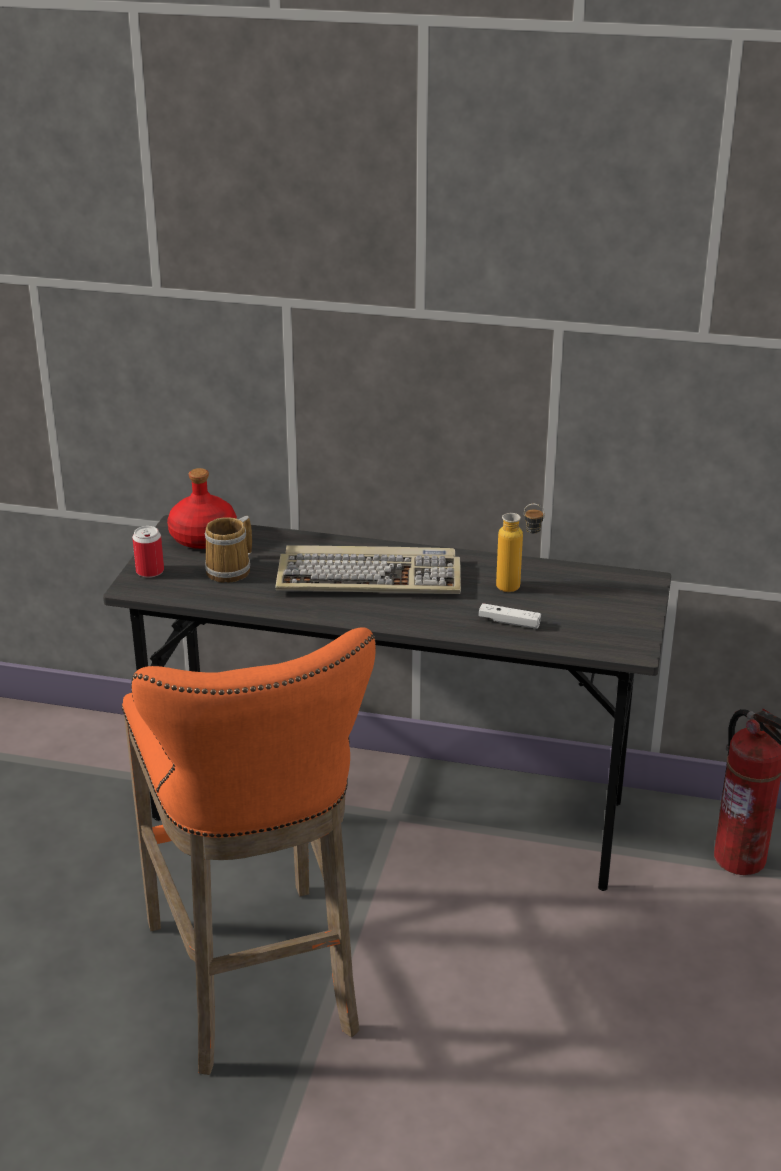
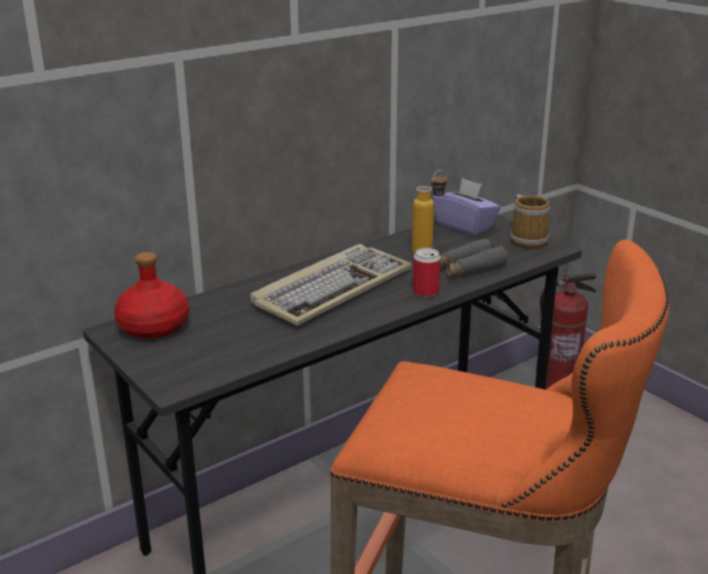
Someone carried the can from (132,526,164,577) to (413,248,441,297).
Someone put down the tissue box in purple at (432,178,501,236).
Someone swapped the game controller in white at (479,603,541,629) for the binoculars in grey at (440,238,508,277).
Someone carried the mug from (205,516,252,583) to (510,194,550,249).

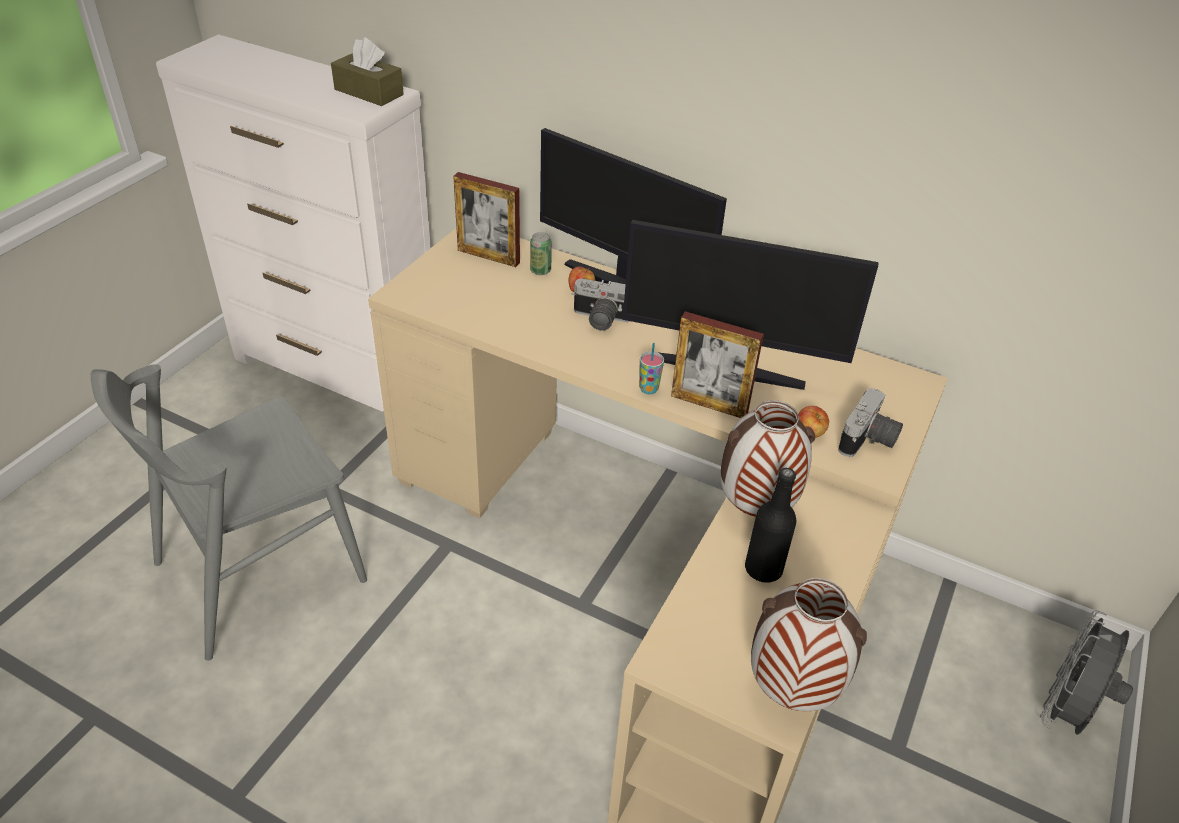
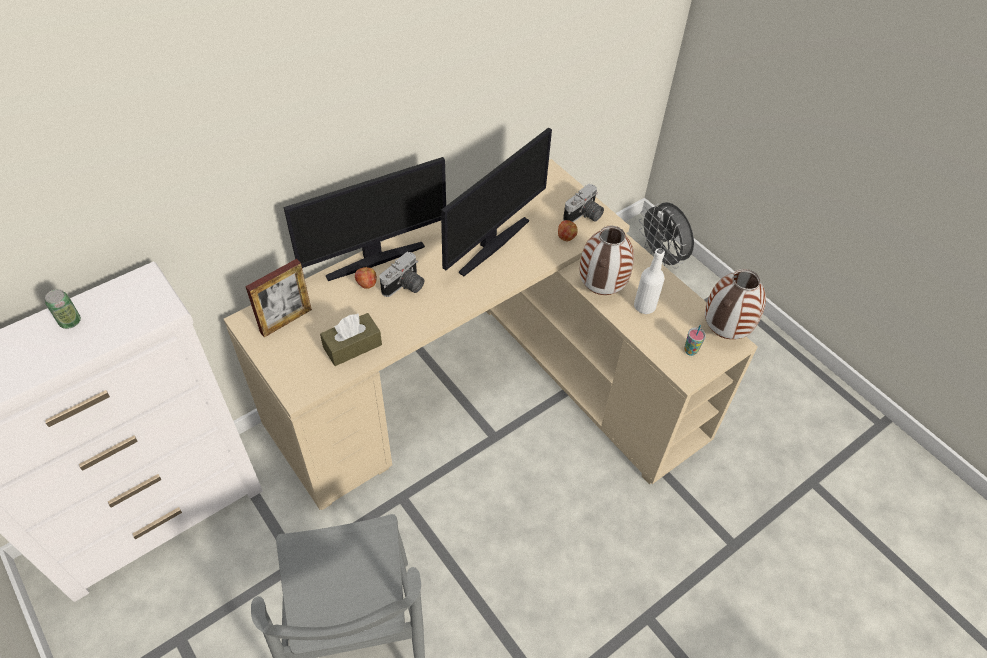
Someone carried the can from (530,232,552,275) to (45,289,81,329).
Someone carried the tissue box in brown from (331,37,404,106) to (320,313,382,366).
Someone rotated the photo camera at (838,388,903,457) by 75 degrees clockwise.
Someone repainted the bottle in black at (745,468,796,583), which became the bottle in white at (634,248,665,314).
Someone carried the cup from (639,343,664,394) to (684,325,706,356).
Someone took away the picture frame at (671,311,764,418).

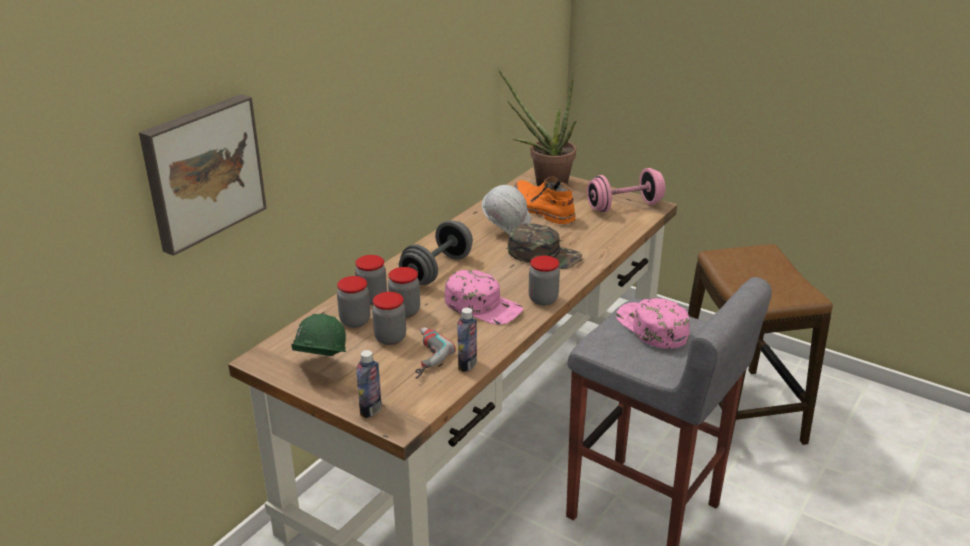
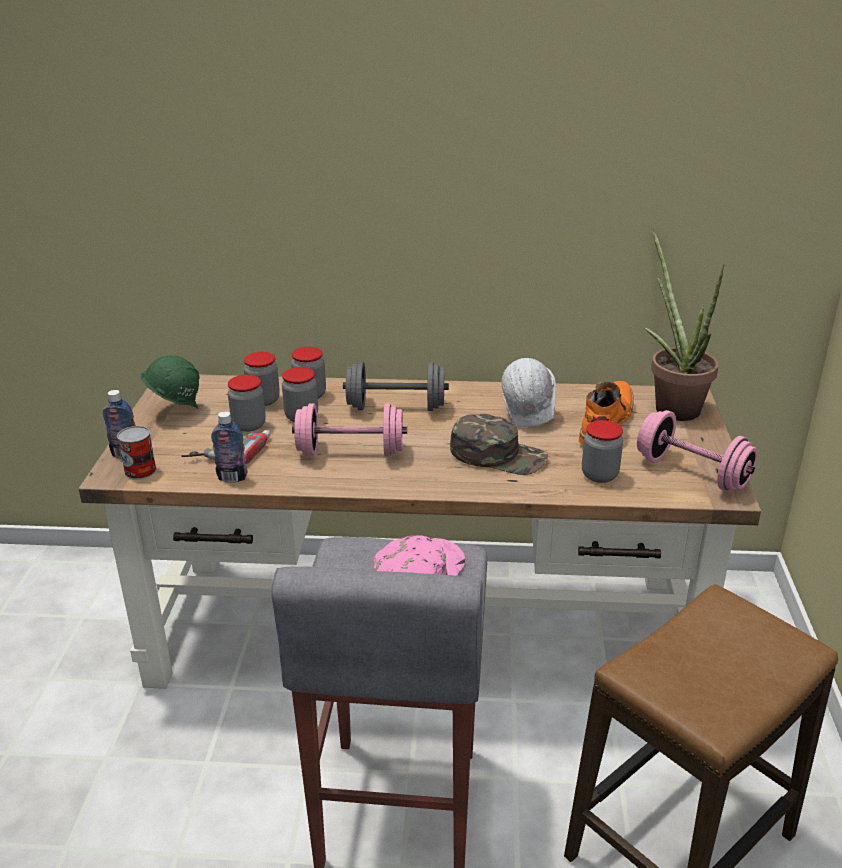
Someone put down the can at (117,426,156,480).
Someone swapped the cap in pink at (445,270,523,325) for the dumbbell in pink at (292,403,407,457).
Someone rotated the cap in green at (508,224,582,269) by 60 degrees counterclockwise.
Someone carried the jar from (529,255,560,305) to (582,420,623,483).
Someone took away the picture at (139,94,267,256).

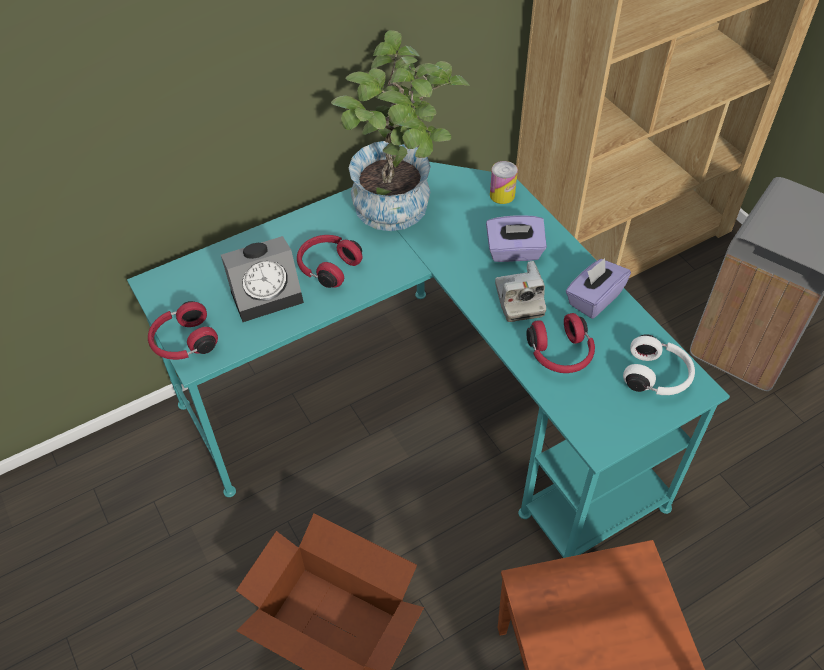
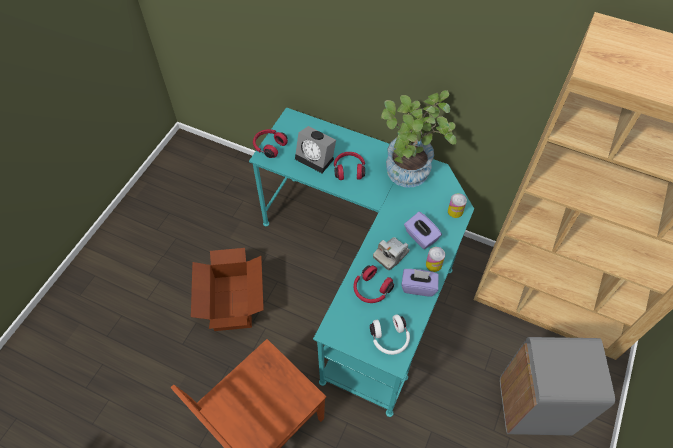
Someone put down the can at (426,247,445,272).

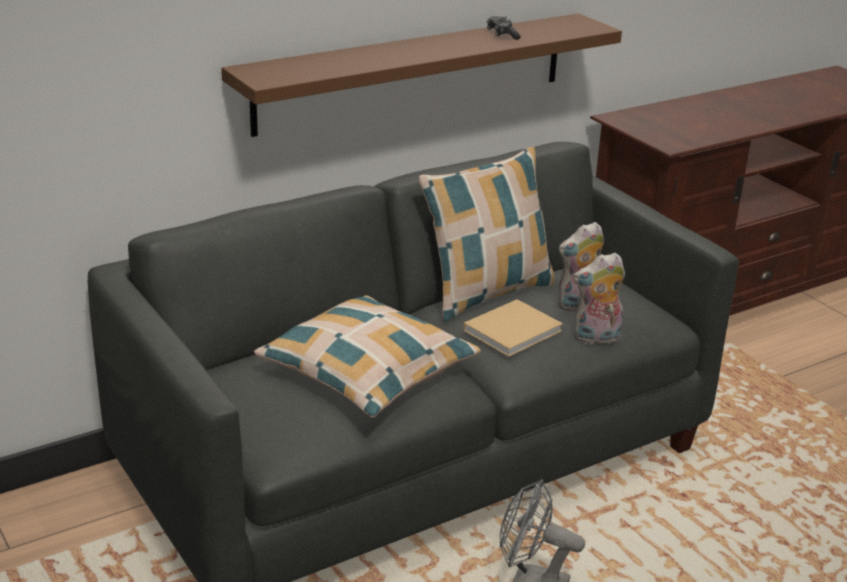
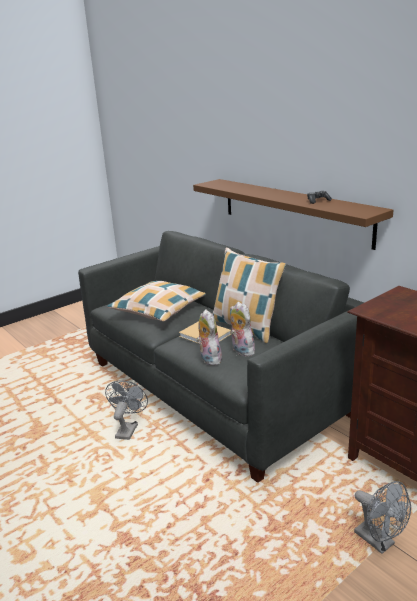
Someone put down the fan in grey at (354,481,411,554).

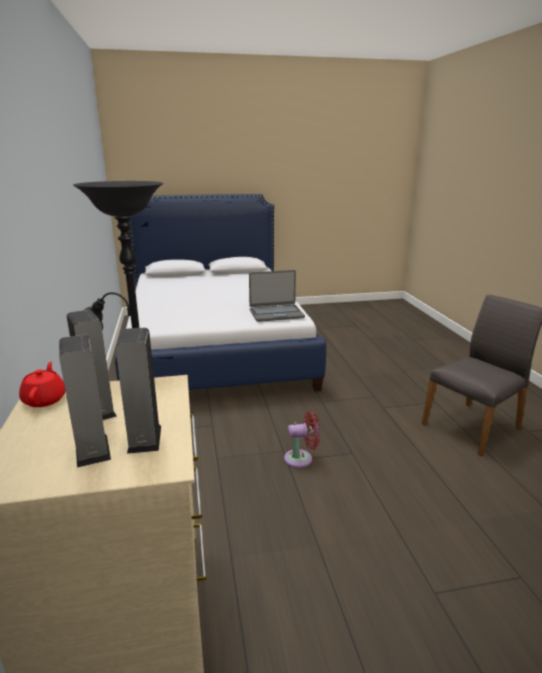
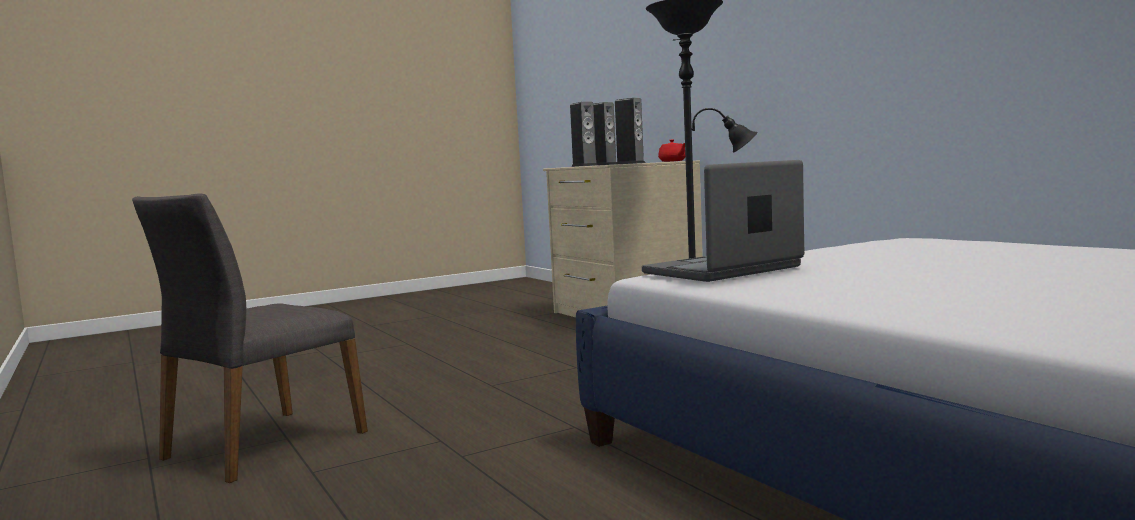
Someone took away the fan in red at (284,411,320,468).

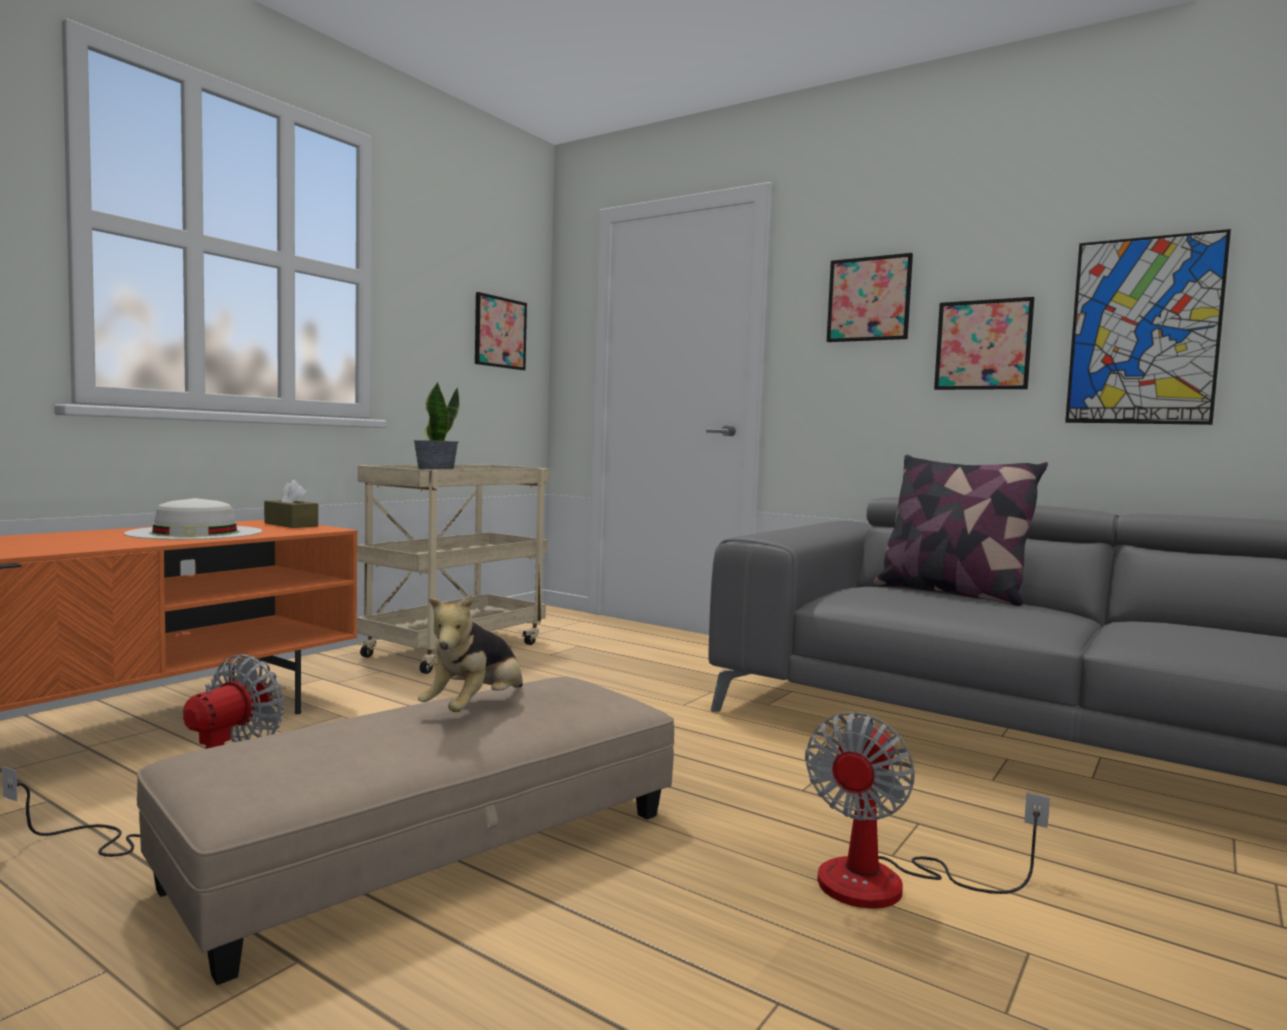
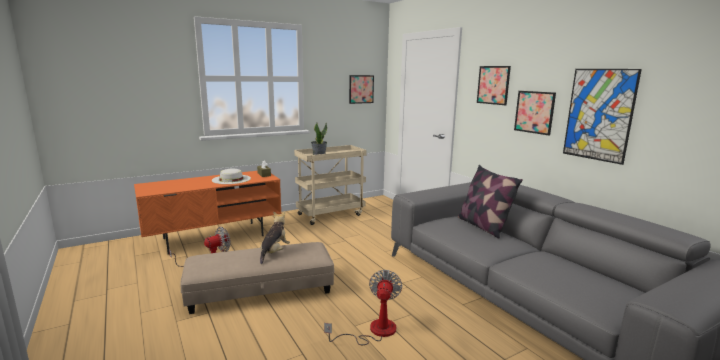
Someone rotated the plush toy at (418,594,523,712) by 150 degrees clockwise.
Someone rotated the fan at (805,712,1050,909) by 135 degrees clockwise.

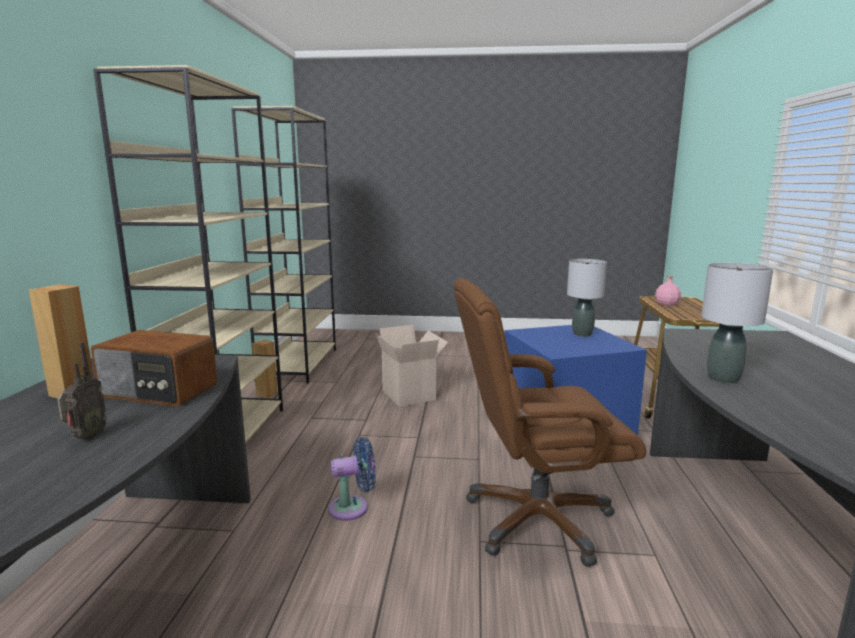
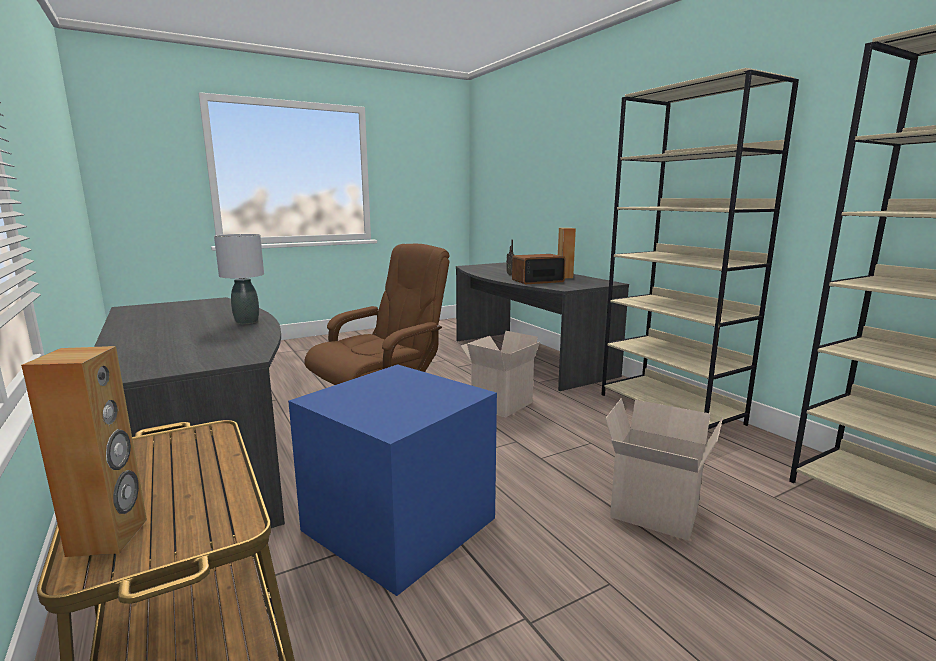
Someone carried the speaker in brown from (252,340,278,398) to (21,346,147,557).
Someone swapped the fan in blue at (328,437,376,521) for the cardboard box at (461,331,540,418).
Someone took away the table lamp in grey at (567,259,607,337).
Someone took away the bottle in pink at (655,275,681,306).

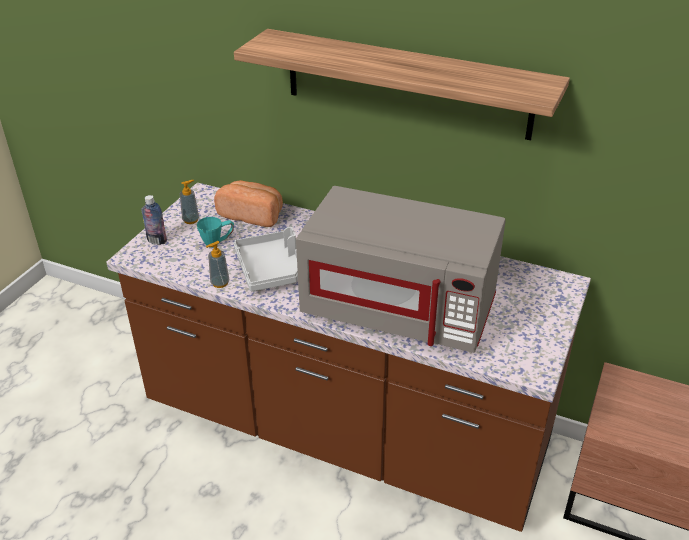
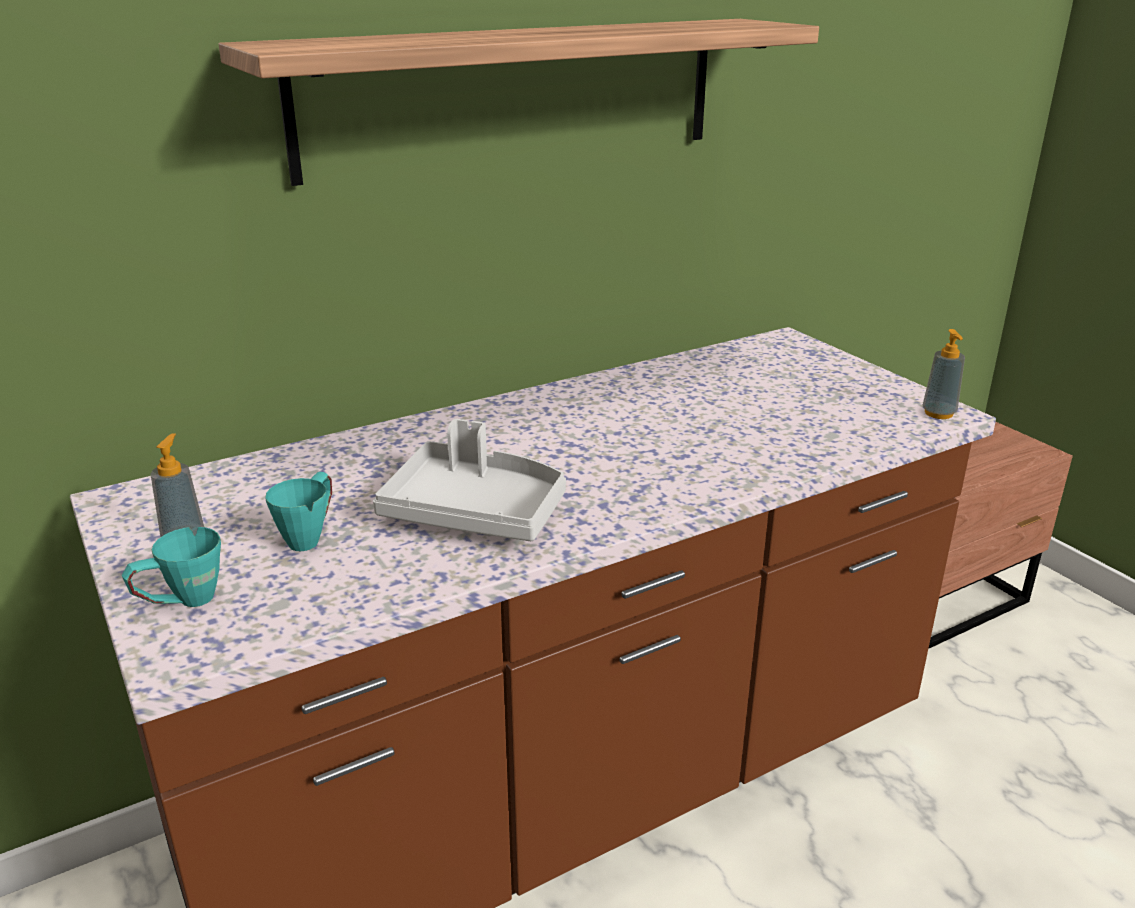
Someone swapped the bottle at (141,195,167,245) for the mug in turquoise at (122,527,221,607).
Someone carried the soap dispenser from (206,241,229,288) to (922,329,965,419).
Someone took away the bread at (214,180,283,227).
Someone took away the microwave in grey at (296,186,506,353).

